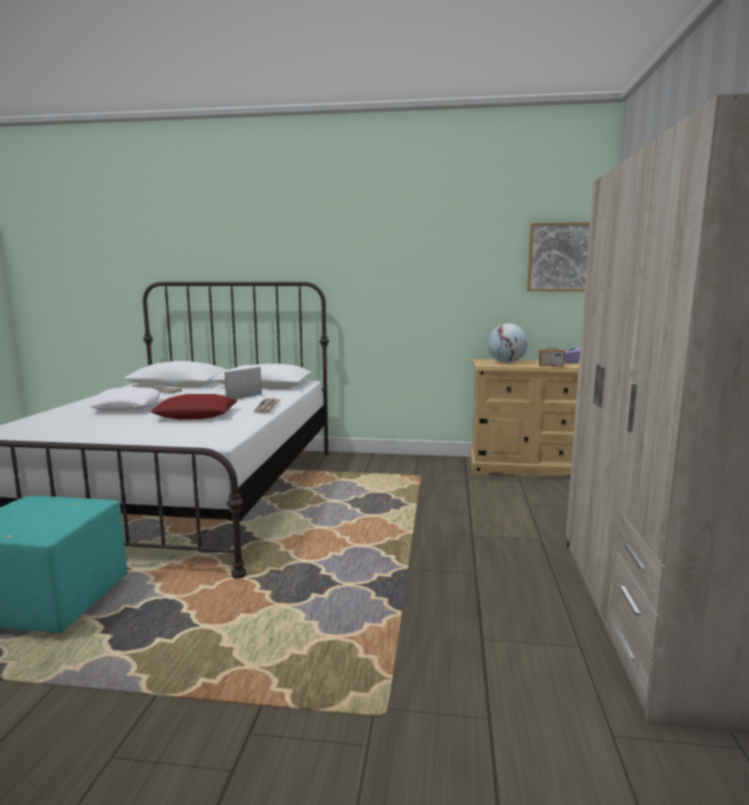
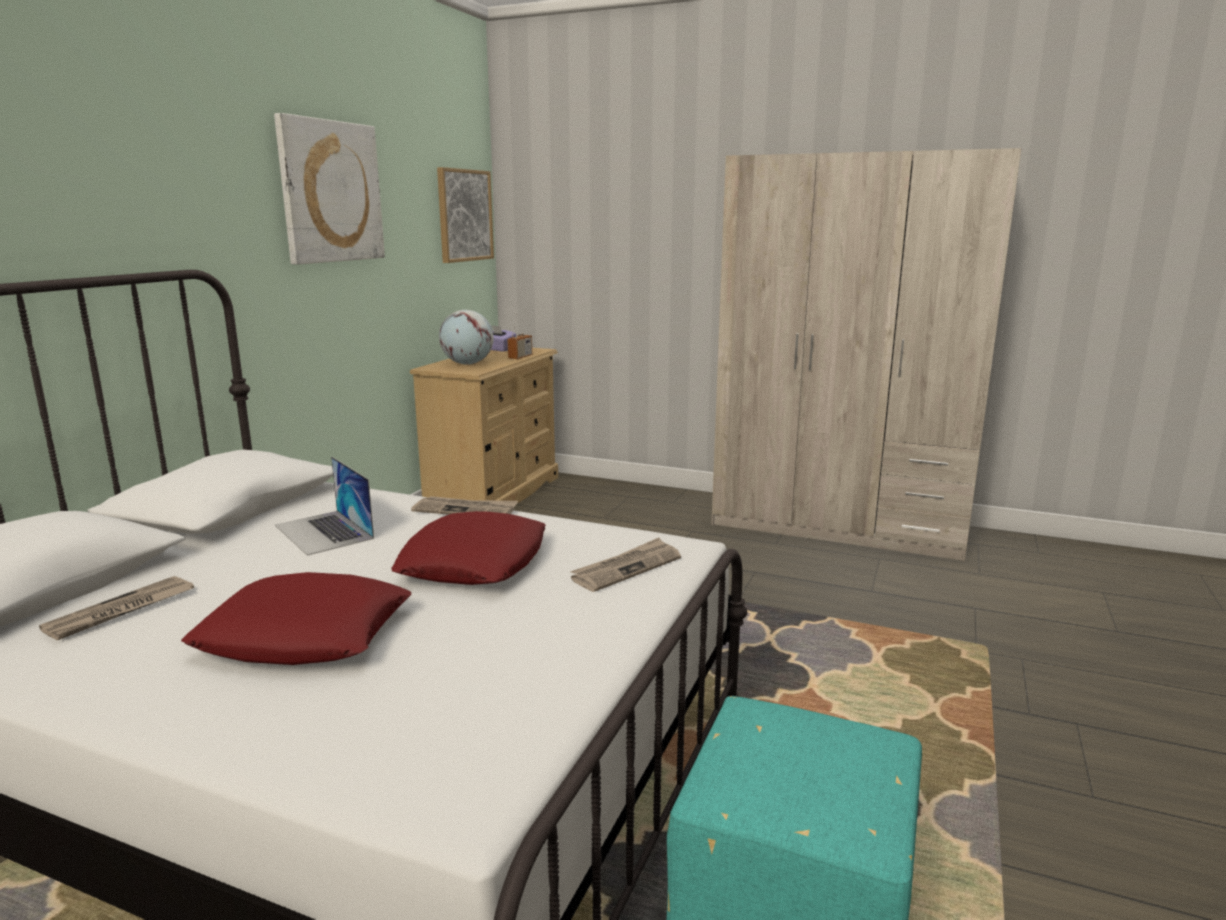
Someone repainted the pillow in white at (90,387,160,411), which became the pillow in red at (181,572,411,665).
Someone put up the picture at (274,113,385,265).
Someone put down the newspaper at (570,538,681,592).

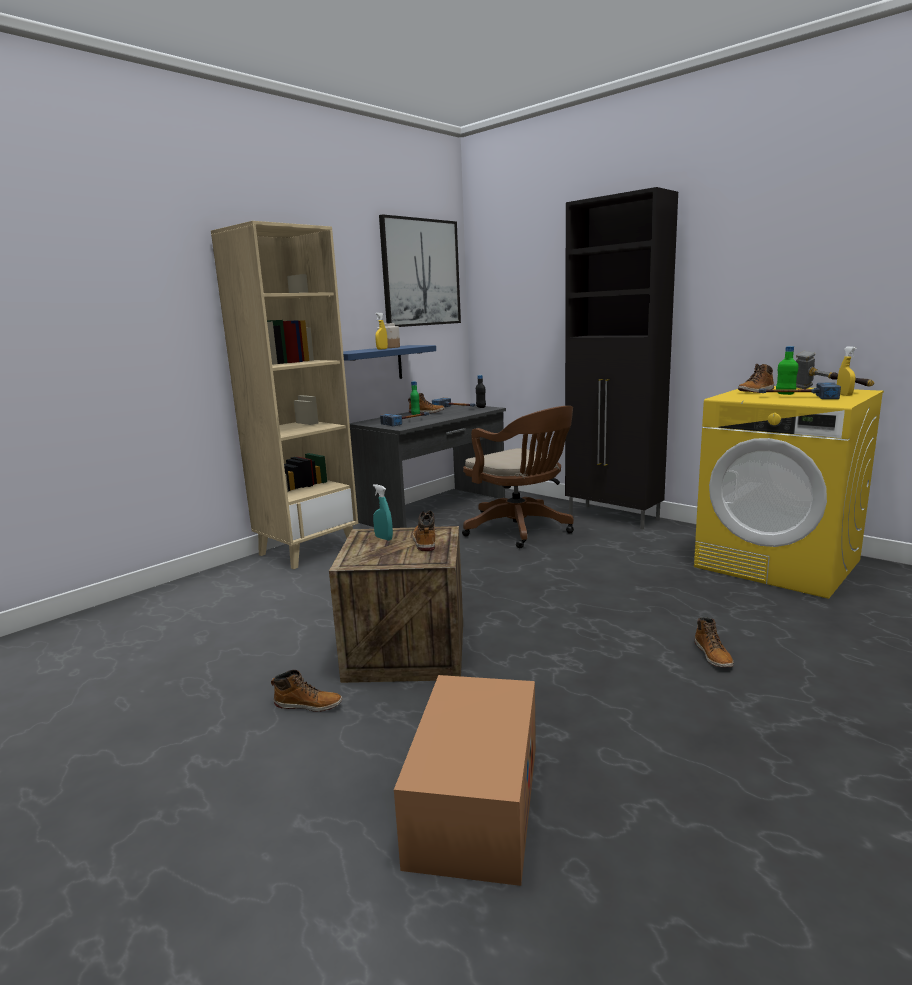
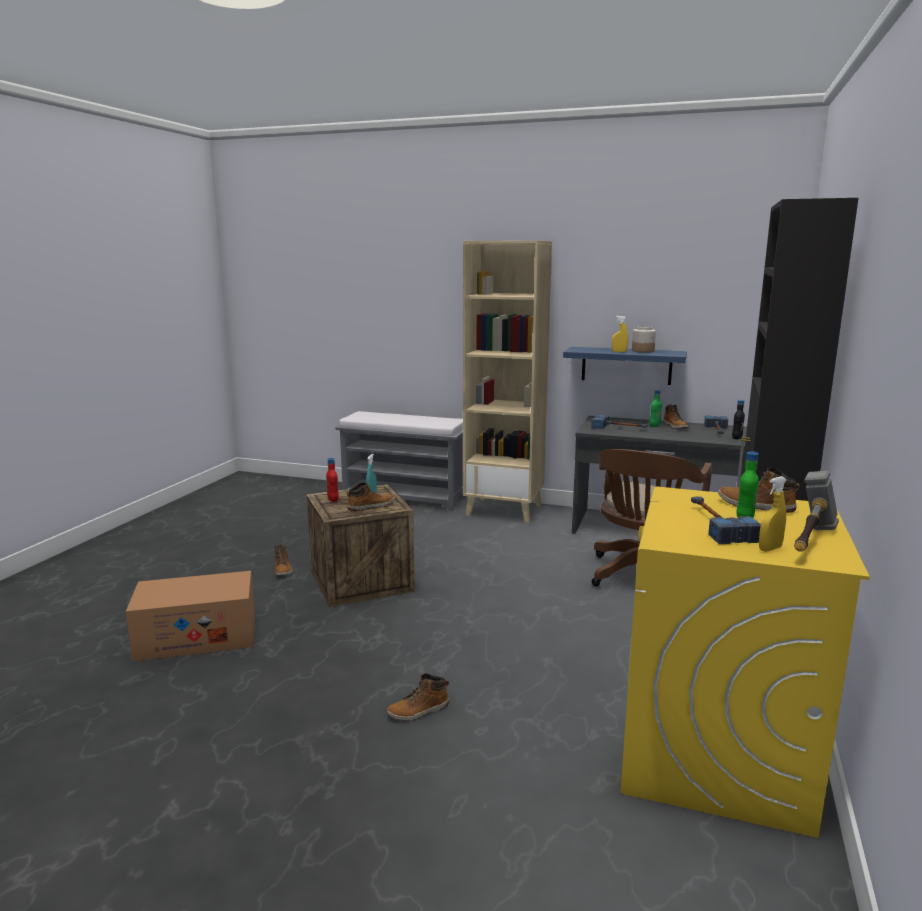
Someone put down the bottle in red at (326,458,339,502).
Someone put down the bench in grey at (335,411,466,511).
Someone took away the picture at (379,214,461,327).

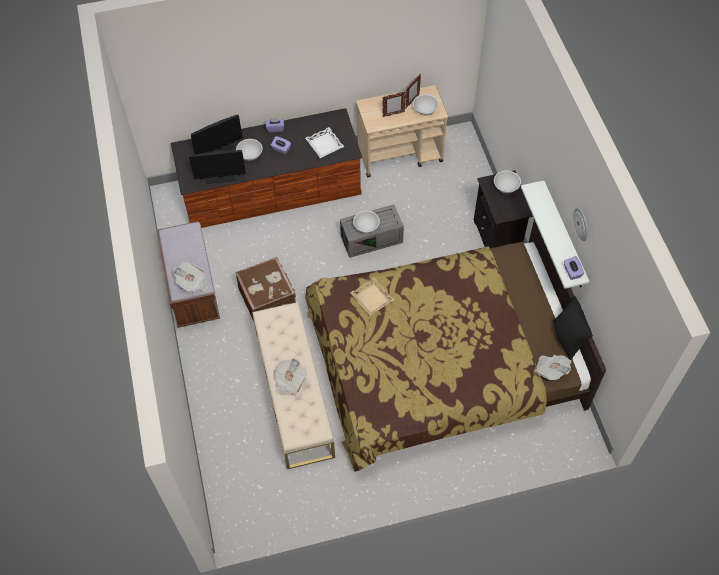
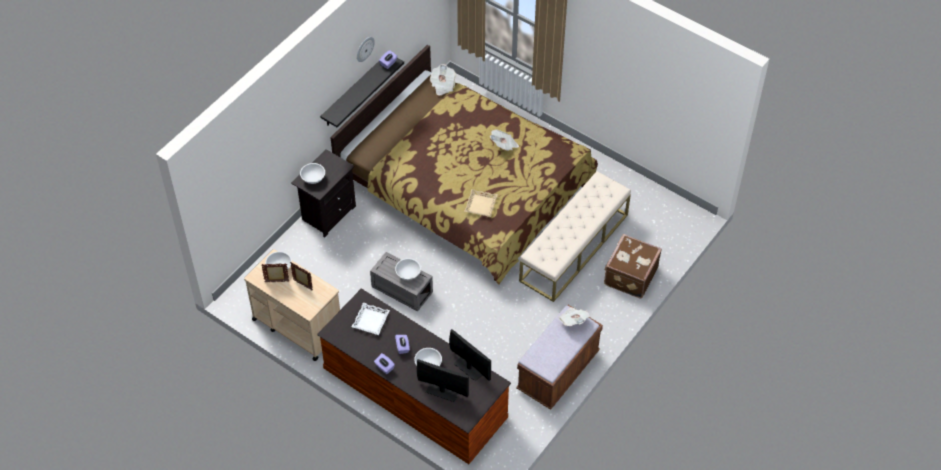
Someone repainted the shelf in white at (521,181,589,289), which became the shelf in black at (320,58,404,127).
Someone carried the newspaper from (274,358,307,396) to (490,129,519,151).
Someone carried the suitcase in brown from (235,257,296,321) to (604,234,662,298).
Someone took away the pillow in black at (553,296,593,360).

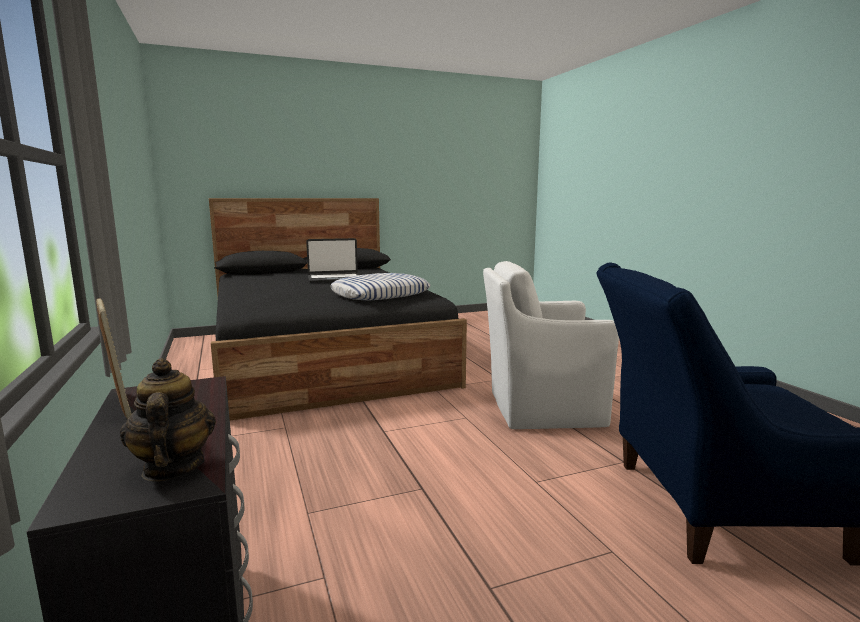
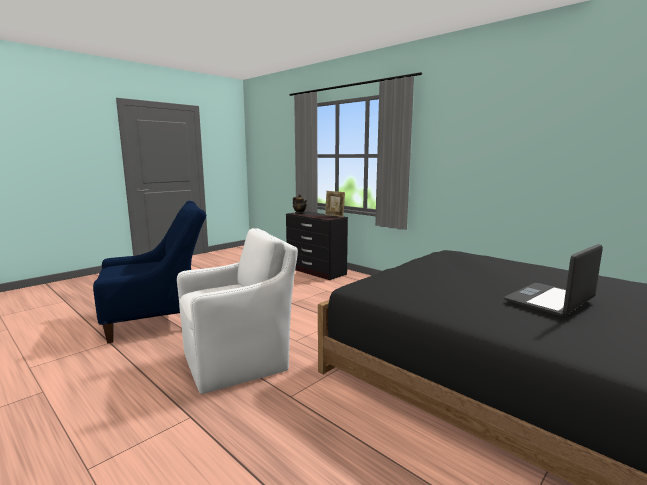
Someone took away the pillow at (330,273,431,301).

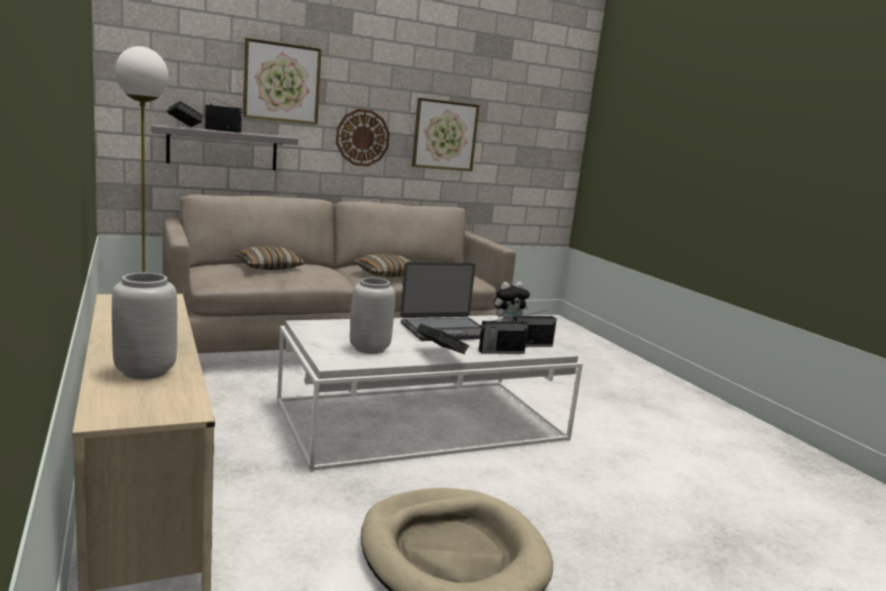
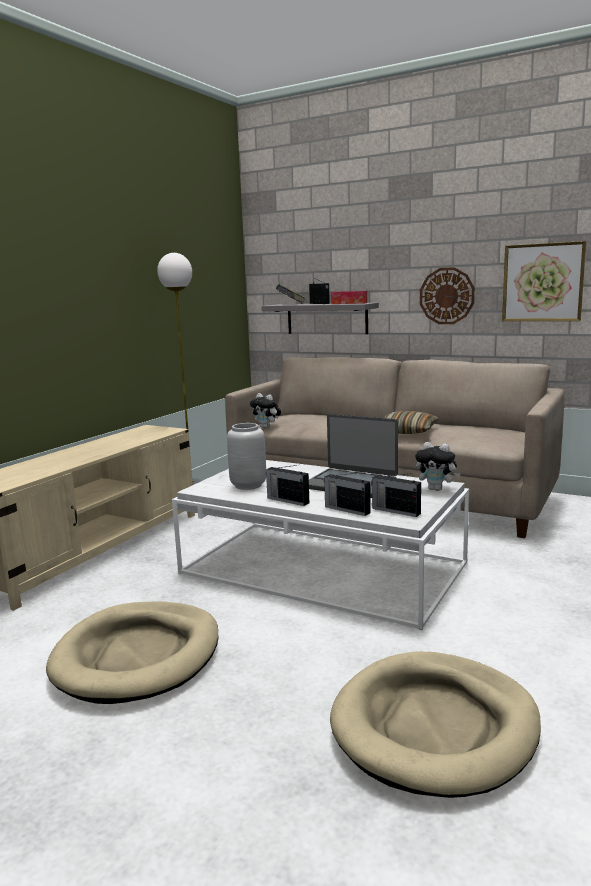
Someone put down the plush toy at (250,393,281,429).
Someone swapped the book at (416,323,469,354) for the radio at (266,465,309,506).
Someone put down the dog bed in beige at (330,652,541,798).
Someone put down the tissue box at (331,291,367,304).
Someone took away the vase in grey at (112,273,177,379).
Someone took away the pillow at (234,246,305,270).
Someone took away the picture at (243,38,322,125).

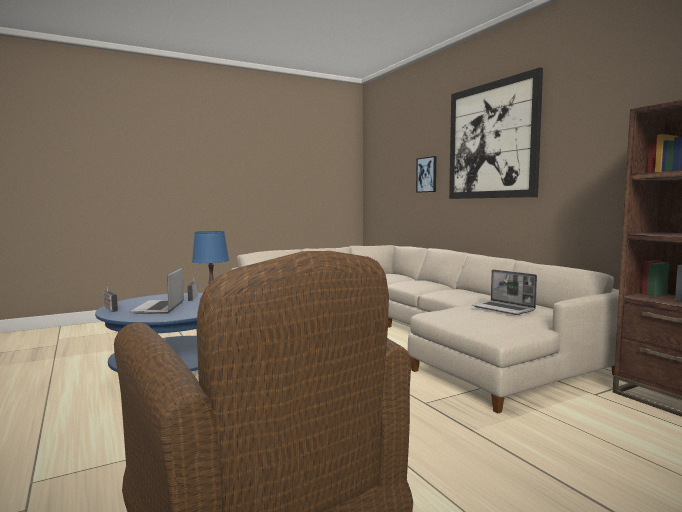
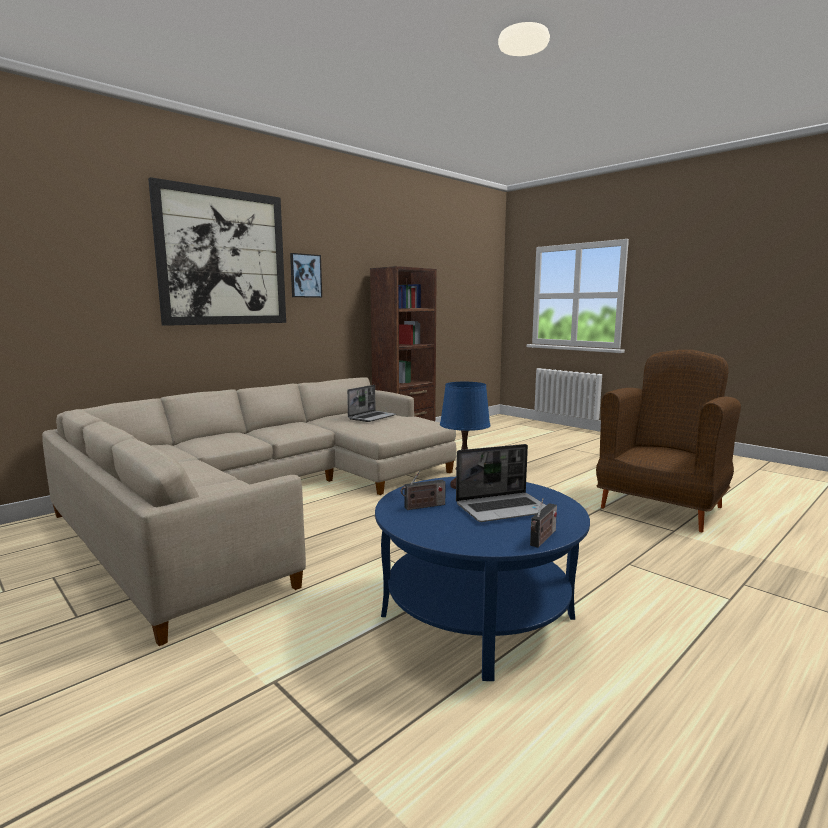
Someone carried the picture from (416,156,436,193) to (290,253,322,298).

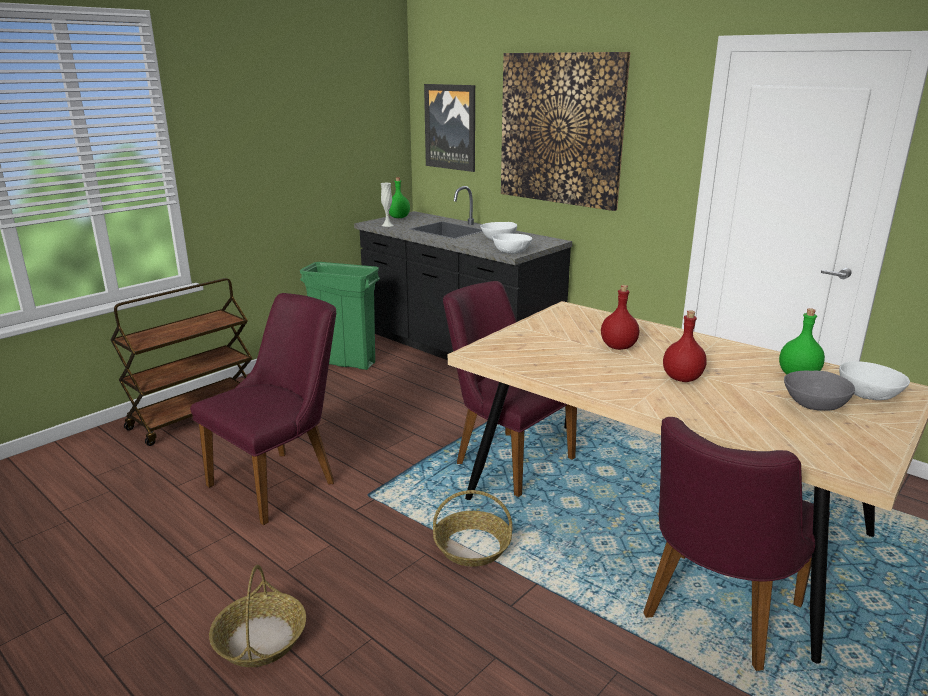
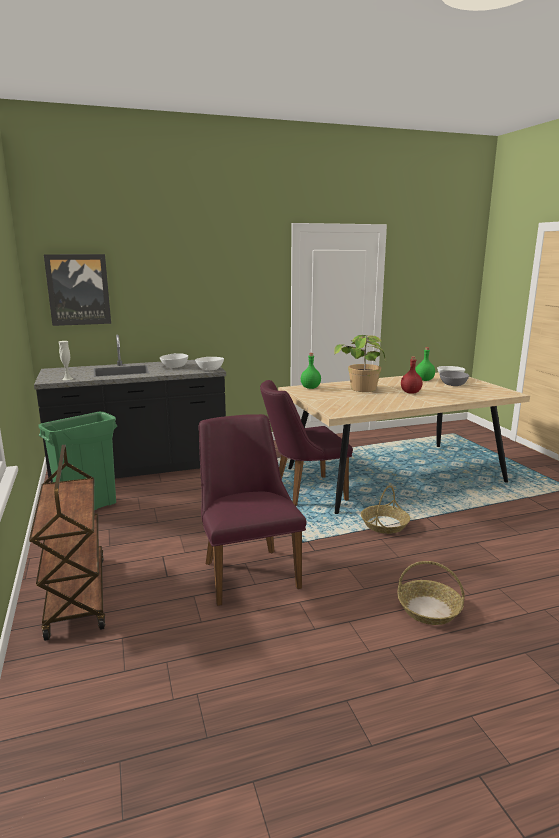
Someone carried the bottle in green from (389,177,410,218) to (301,353,321,389).
Someone swapped the bottle in red at (601,285,639,350) for the potted plant at (334,335,385,392).
Someone took away the picture at (501,52,630,211).
Someone took away the chair in purple at (643,417,830,671).

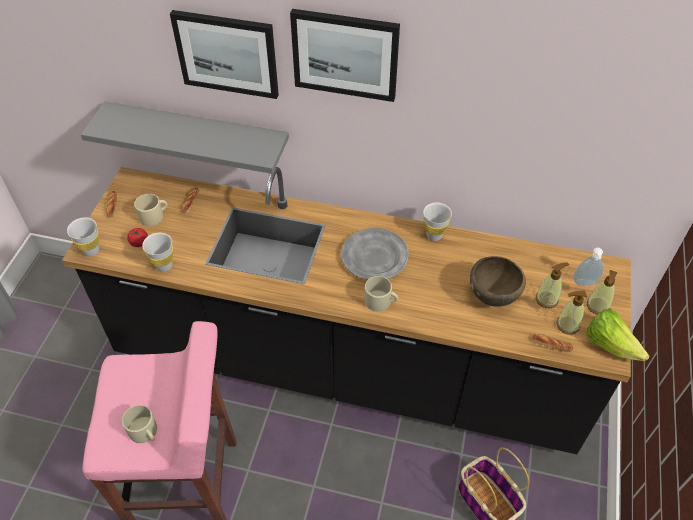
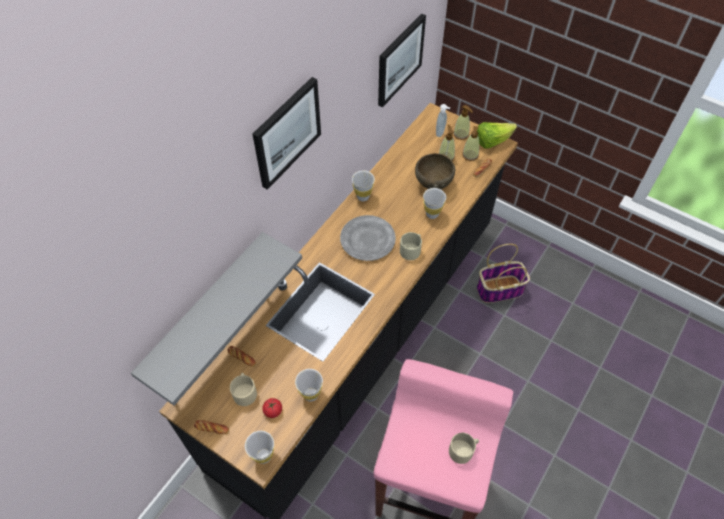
Someone carried the picture from (170,10,279,99) to (378,14,426,108).
Someone put down the cup in white at (423,188,446,219).

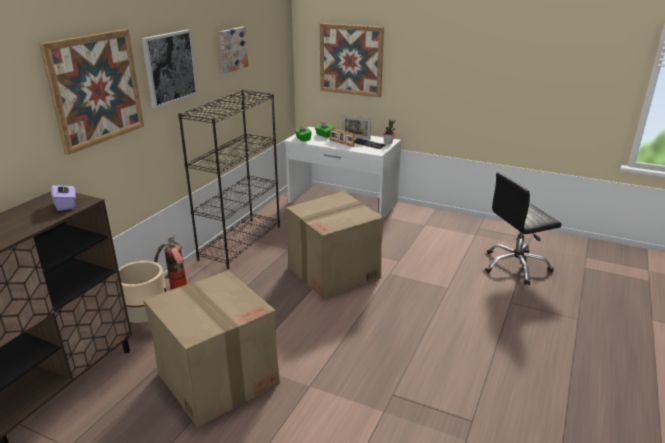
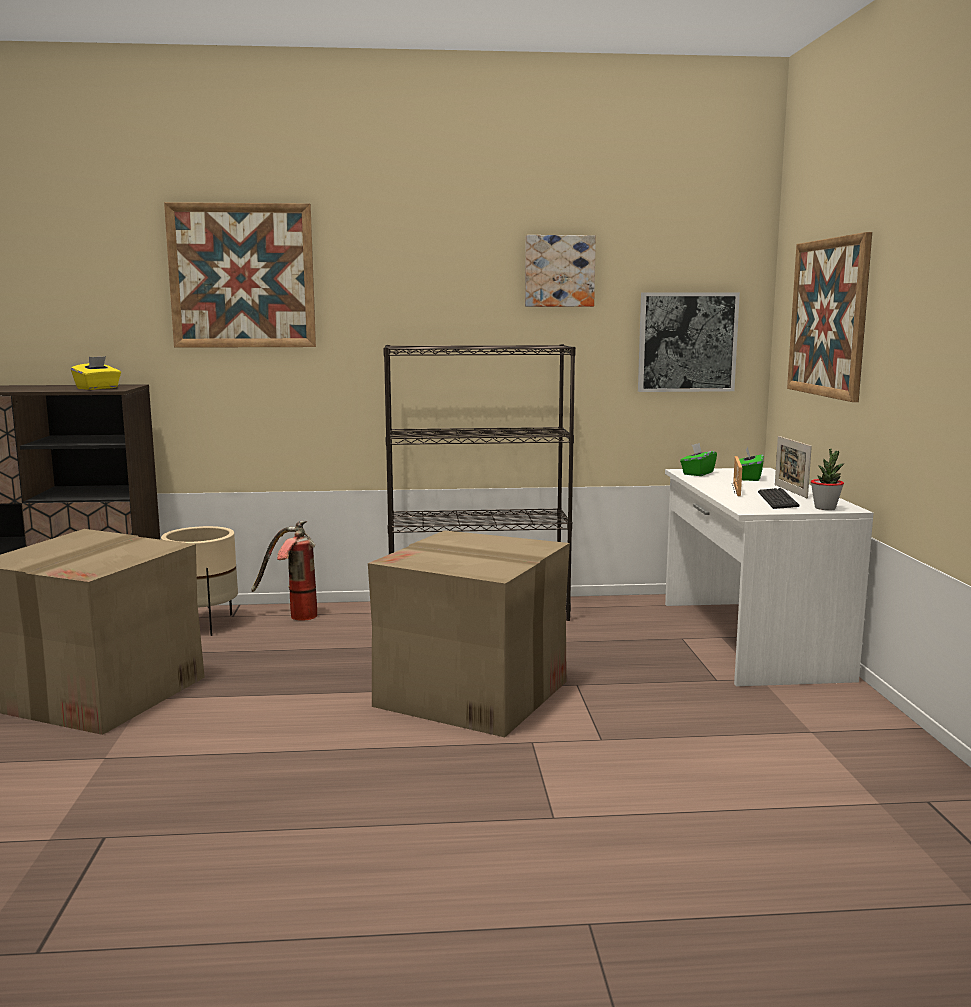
Someone repainted the tissue box in purple at (51,181,76,211), which became the tissue box in yellow at (71,356,121,390).
Someone carried the picture from (142,30,198,108) to (638,292,740,392).
Someone took away the office chair in black at (485,173,562,285).

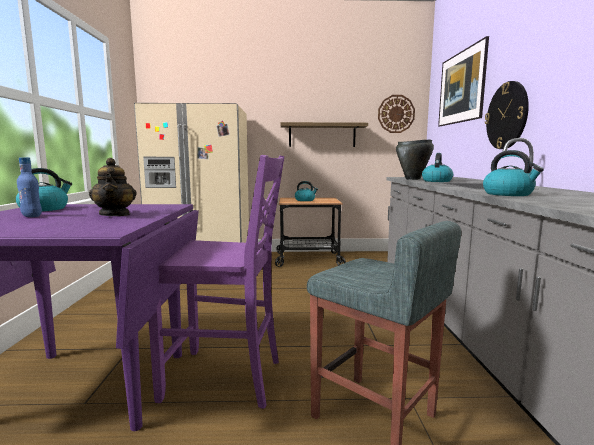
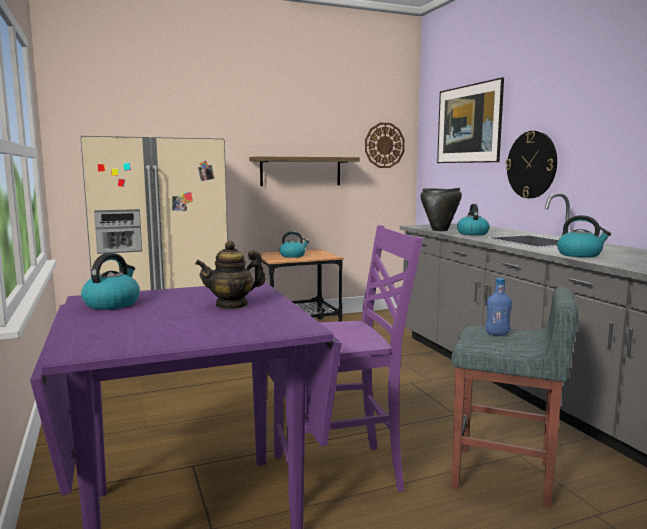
Someone rotated the teapot at (89,158,137,216) by 105 degrees clockwise.
Someone carried the bottle in blue from (17,157,42,217) to (486,277,512,336).

